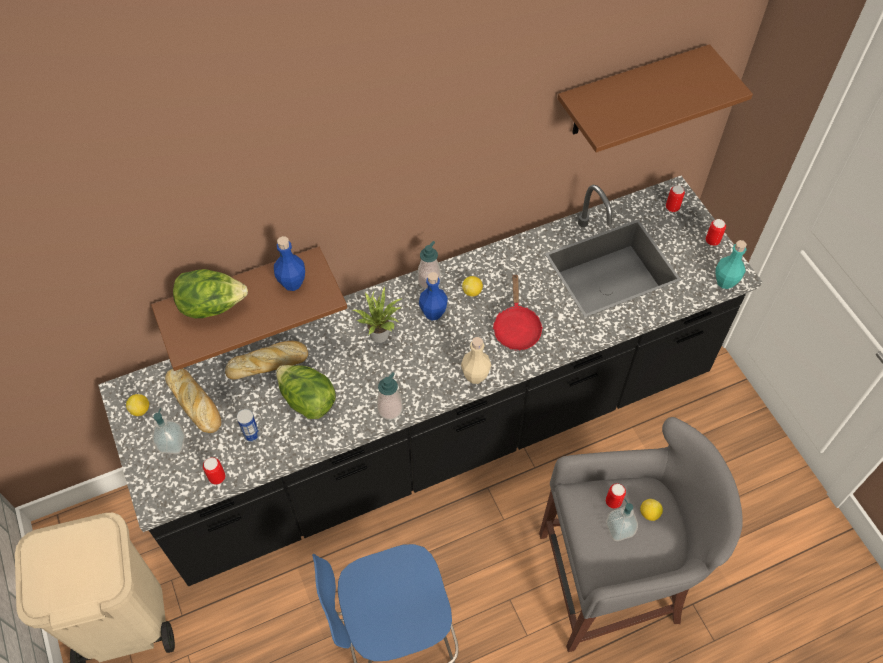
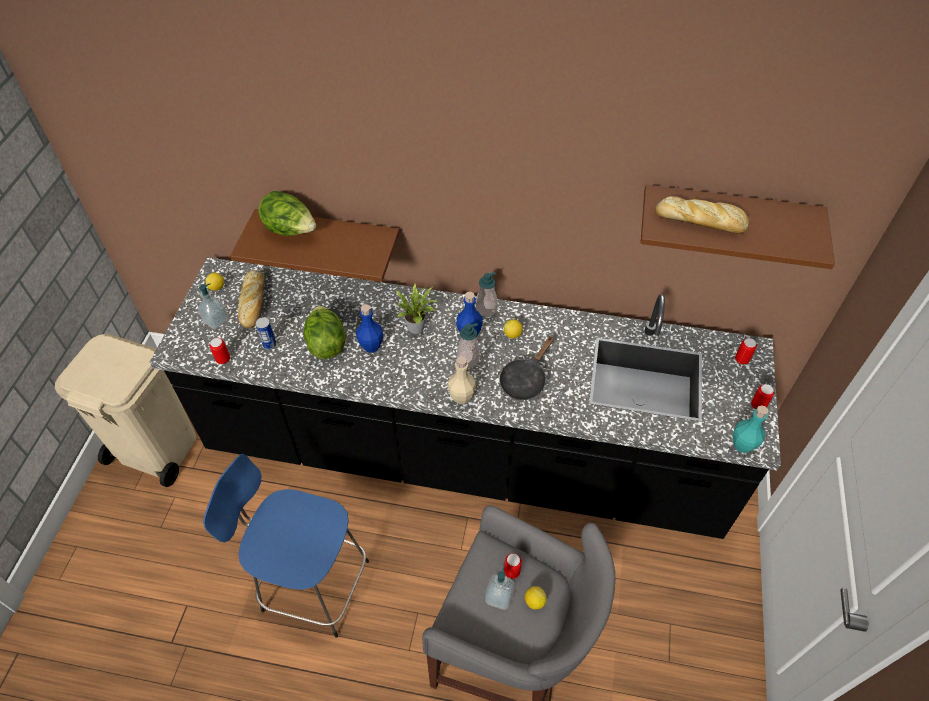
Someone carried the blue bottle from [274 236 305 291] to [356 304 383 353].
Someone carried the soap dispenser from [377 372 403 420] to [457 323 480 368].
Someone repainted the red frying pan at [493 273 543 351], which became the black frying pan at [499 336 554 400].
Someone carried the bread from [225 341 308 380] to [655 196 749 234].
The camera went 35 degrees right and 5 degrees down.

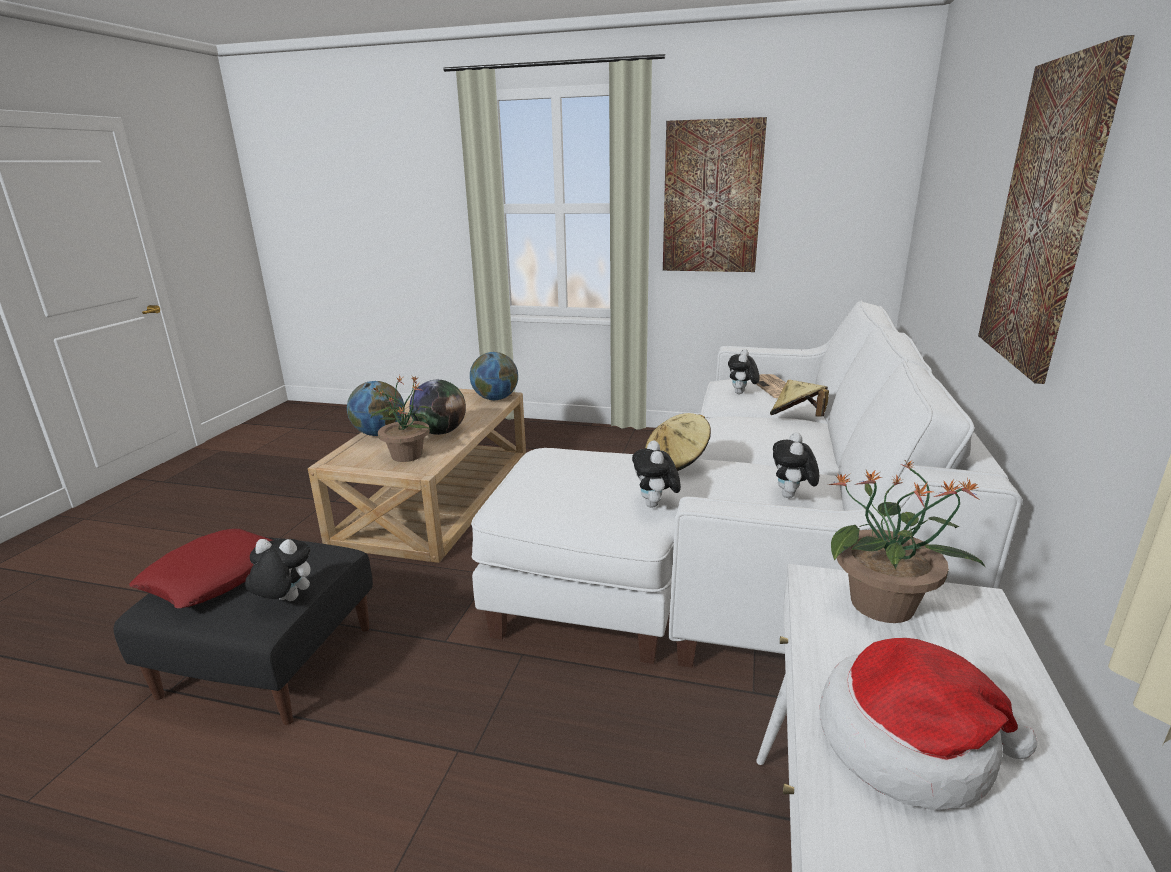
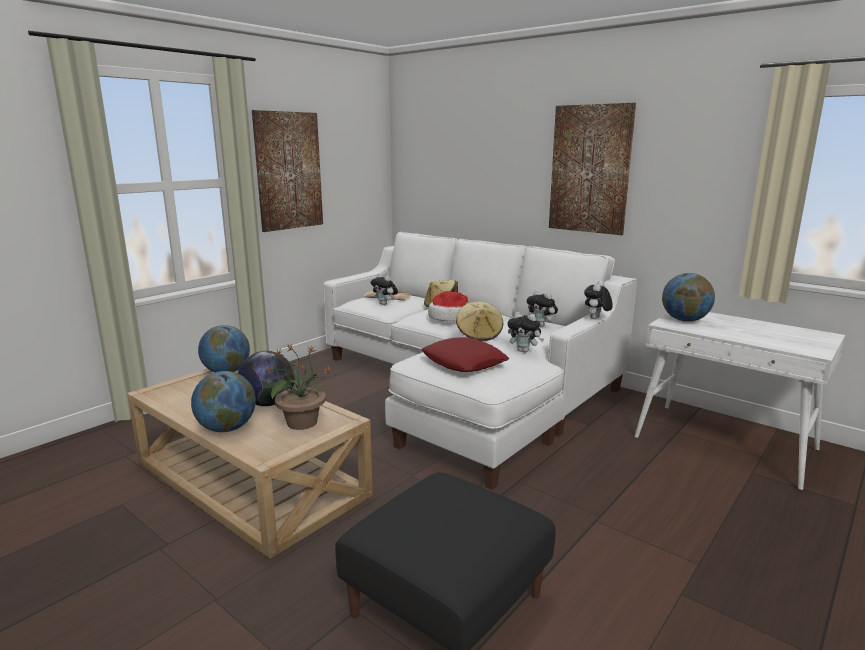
Someone carried the red pillow from [129 529 272 608] to [421 337 509 372].
Someone carried the hat from [820 638 1037 810] to [428 291 468 321].
Someone carried the plush toy from [245 538 311 601] to [584 281 613 319].
Someone swapped the potted plant at [828 460 985 623] for the globe at [662 273 715 322].
The camera went 65 degrees left and 5 degrees down.

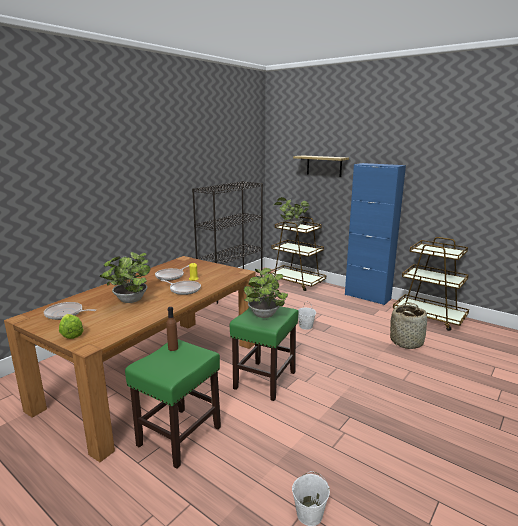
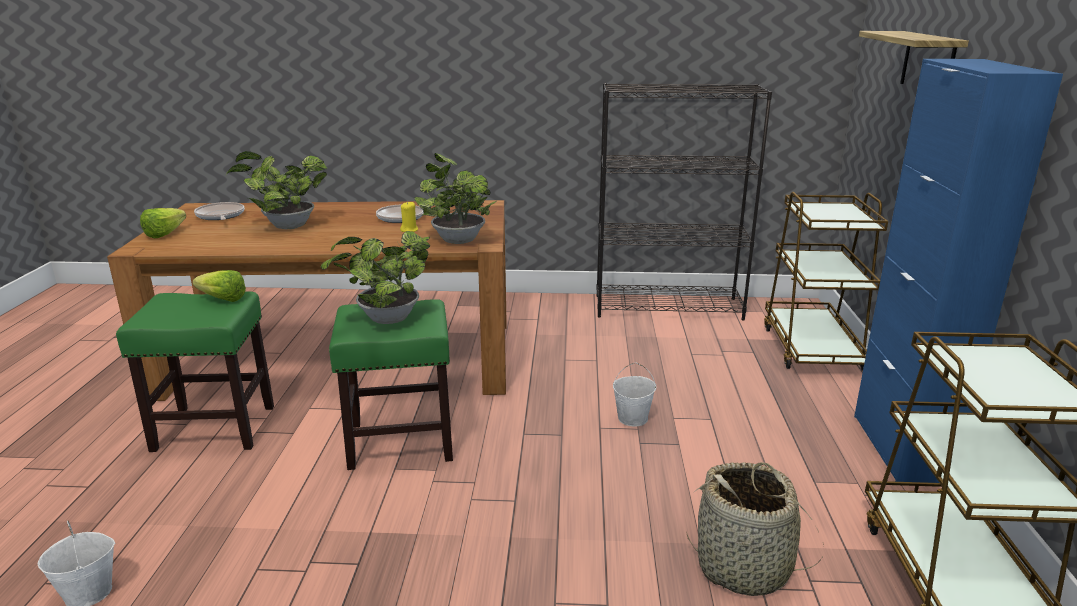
Someone swapped the brown bottle at [166 307 178 351] for the lettuce at [193 270 246 302].
Someone carried the potted plant from [274 197 310 228] to [414 153 497 244].
Someone took away the frying pan at [161 280 201 295].
The camera went 55 degrees right and 5 degrees up.

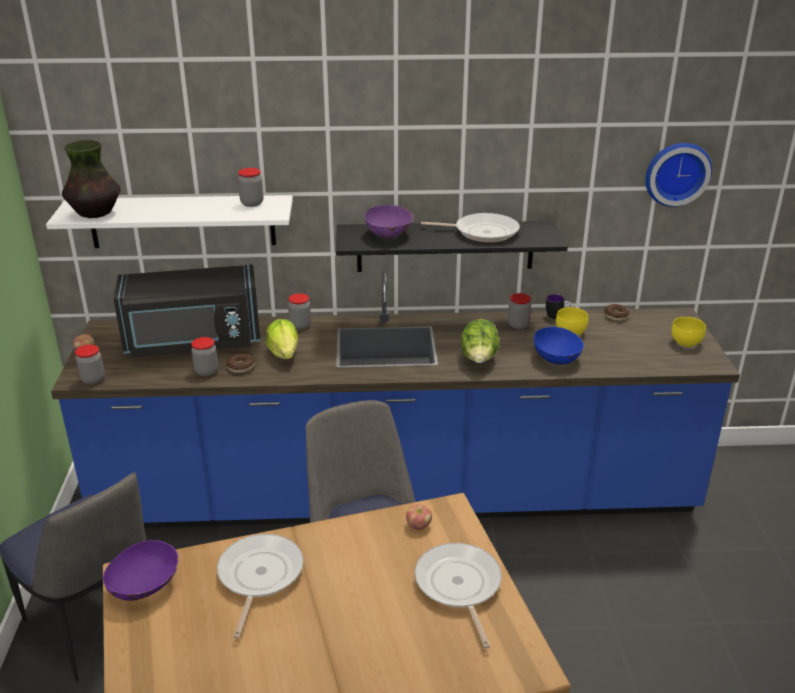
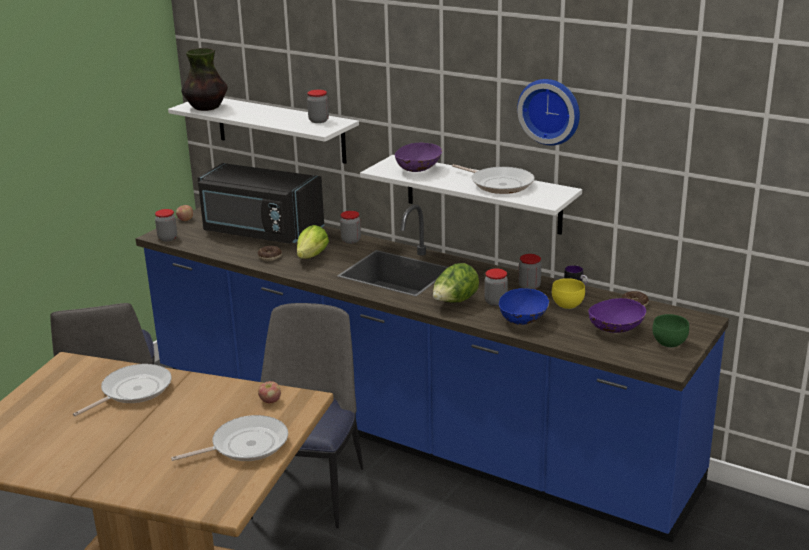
Someone rotated the frying pan at [415 543 502 649] by 45 degrees clockwise.
Someone repainted the black shelf at [336 221 568 272], which became the white shelf at [360 155 582 235].
Someone carried the jar from [191 337 218 376] to [484 268 508 306].
Someone carried the wall clock from [645 143 712 207] to [517 79 580 145].
Someone carried the purple bowl from [103 540 178 601] to [588 298 646 333].
Someone repainted the yellow bowl at [671 317 706 347], which became the green bowl at [652 314 689 348].
The camera went 35 degrees right and 5 degrees down.

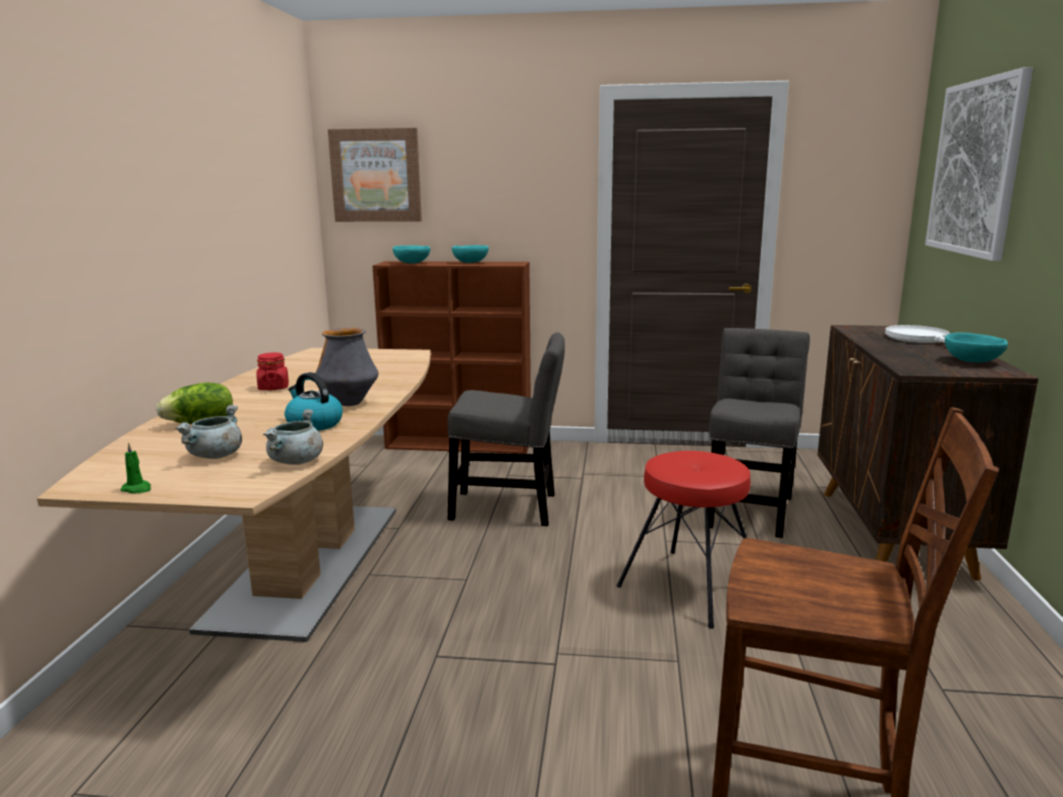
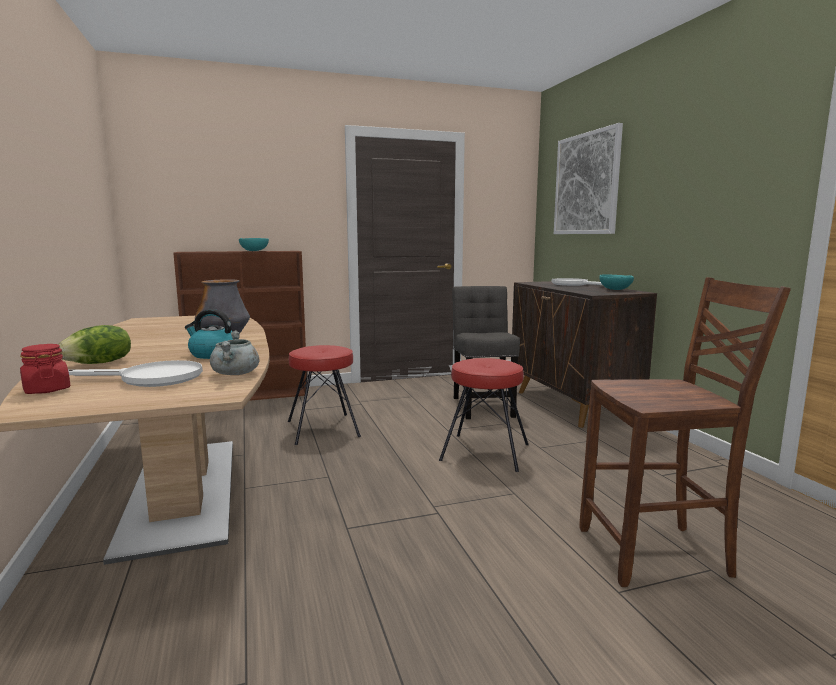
Someone carried the red jar from [257 353 289 390] to [20 344 70 394].
Someone swapped the grey cooking pot at [175 405 242 459] for the white frying pan at [68 360 203 387].
Someone swapped the grey chair at [448 332 565 526] for the red stool at [288 345 361 445].
Someone took away the green candle at [120 442 151 493].
Someone took away the picture at [328 128 422 222].
Someone took away the turquoise bowl at [393 245 430 264].
The camera went 25 degrees left and 5 degrees down.

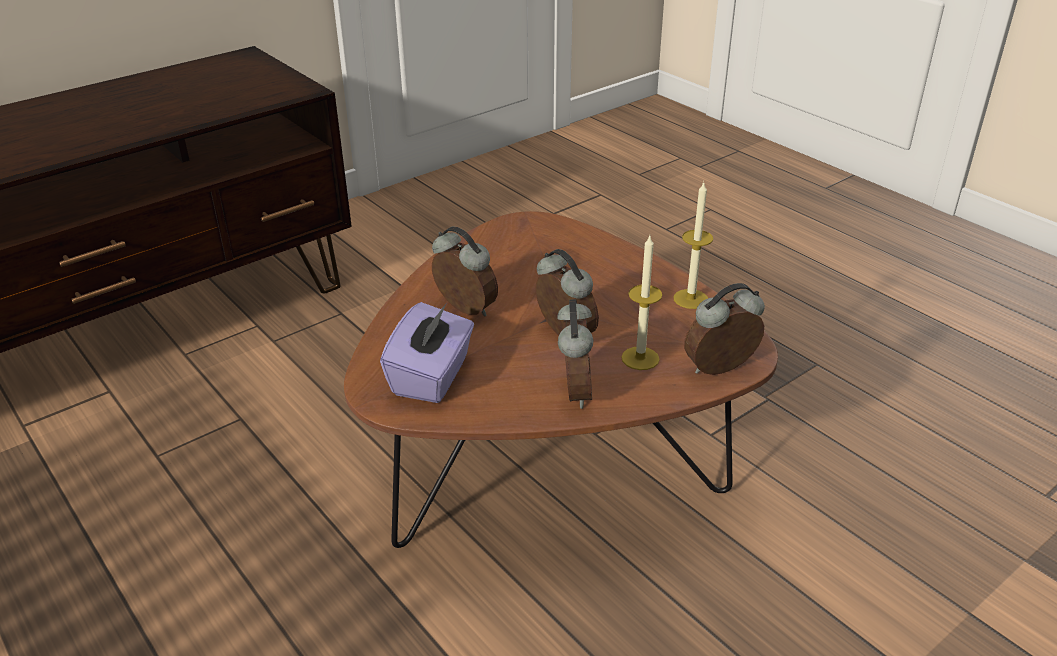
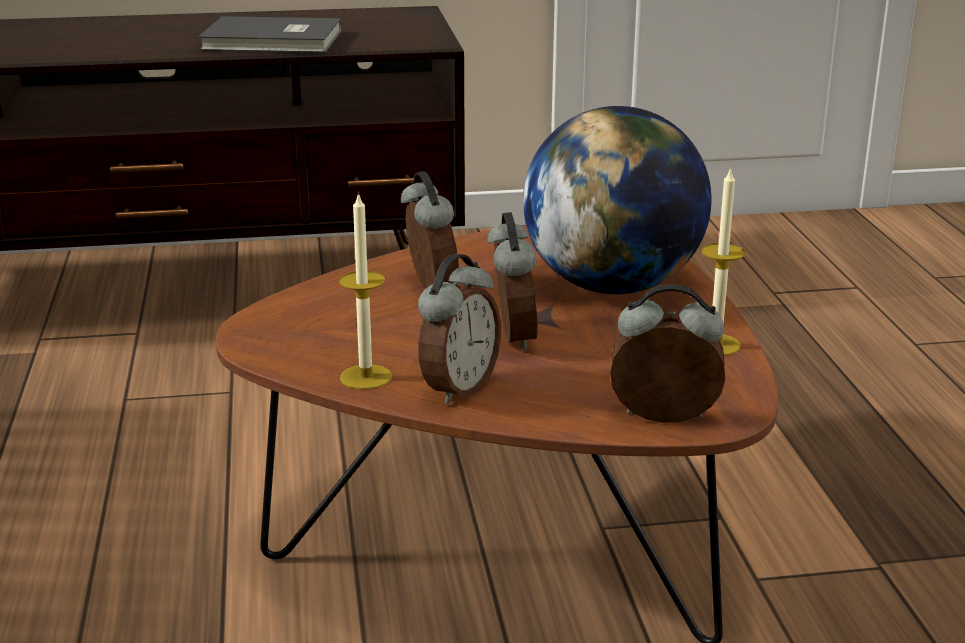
Someone put down the grey book at [199 16 341 53].
Someone carried the candle from [621 236 662 370] to [339 192 392 390].
Someone put down the globe at [523 106 711 294].
Someone took away the purple tissue box at [380 302 474 403].
The camera went 30 degrees right and 10 degrees down.

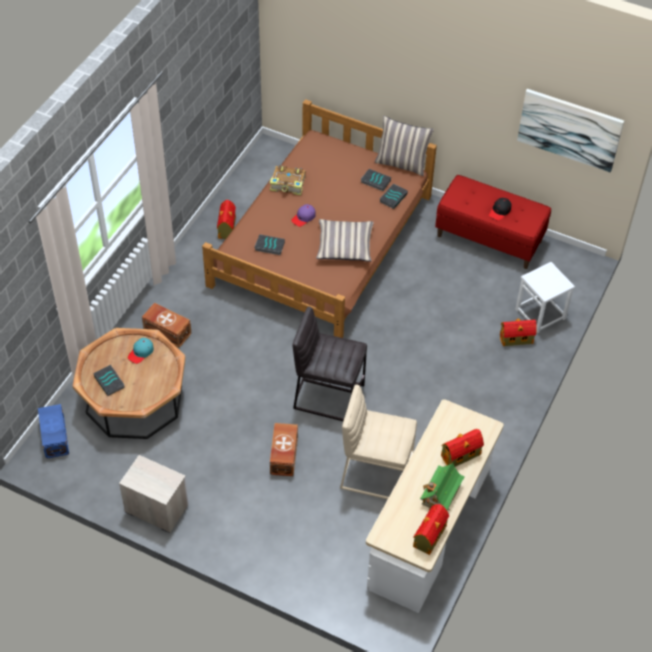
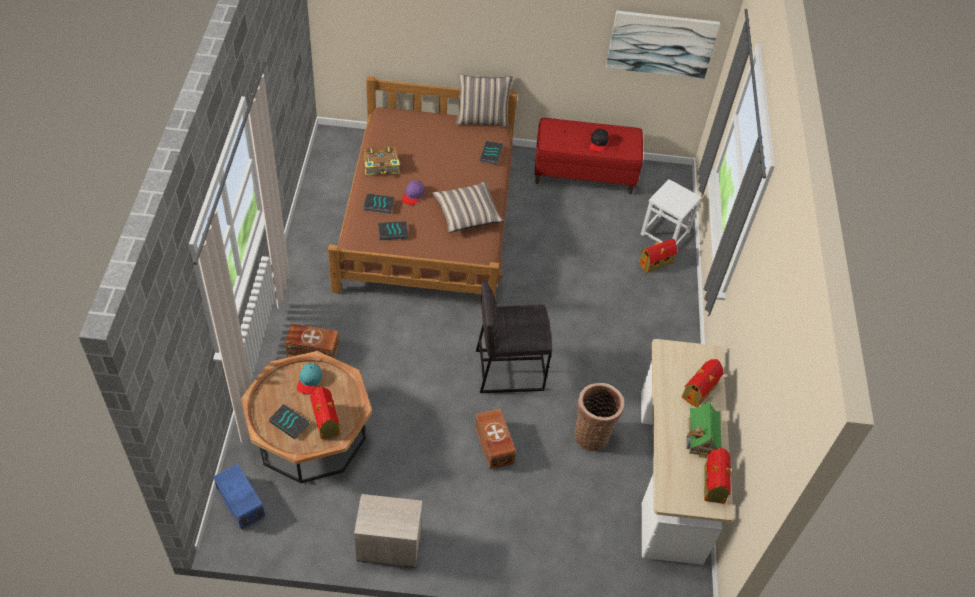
Someone carried the toy house from [217 200 236 239] to [310 387 340 439].
Someone carried the book from [361 169 391 191] to [363 193 394 214].
Someone swapped the beige stool at [340 384 417 499] for the basket at [574 383 624 451].
The camera went 25 degrees left and 0 degrees up.

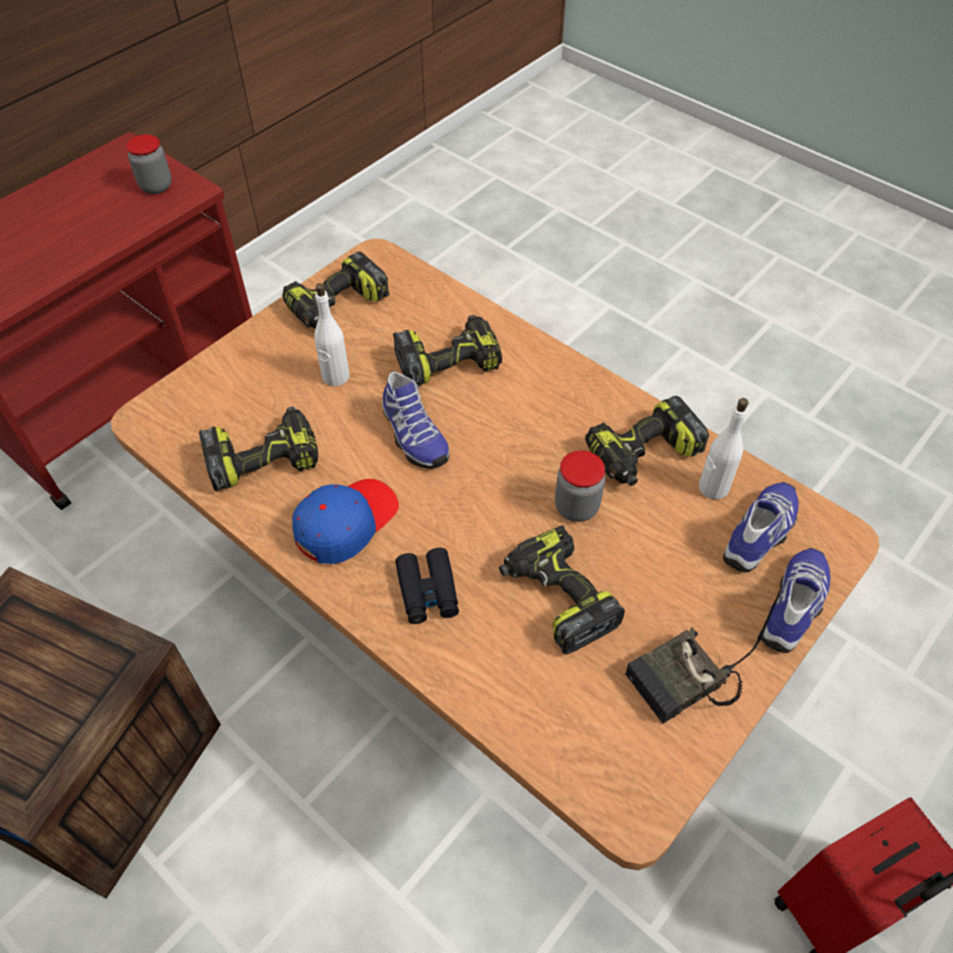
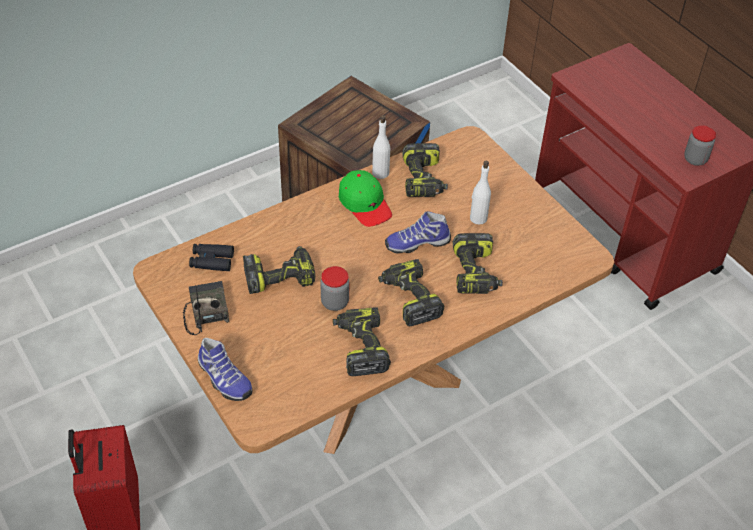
Someone carried the black binoculars from [395 548 459 624] to [189 244 234 271].
Someone repainted the blue cap at [292 479 399 564], which became the green cap at [339 170 392 227].
Someone carried the white bottle from [699 398 749 500] to [372 115 390 179].
Someone carried the power drill from [282 252 390 329] to [378 259 444 326].
Someone took away the shoe at [723 482 799 573].
The camera went 105 degrees right and 5 degrees down.

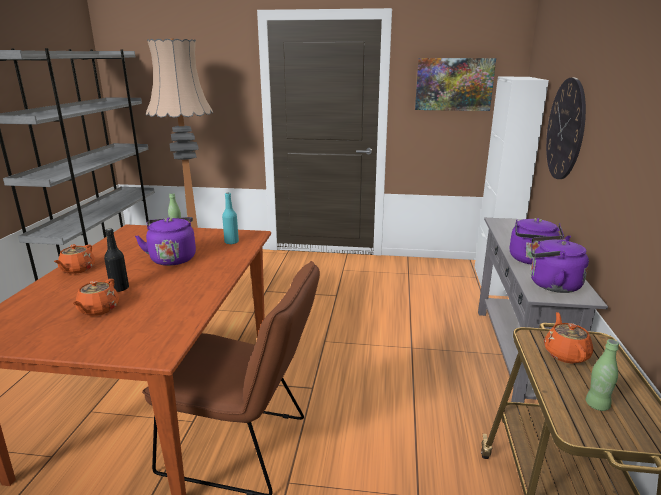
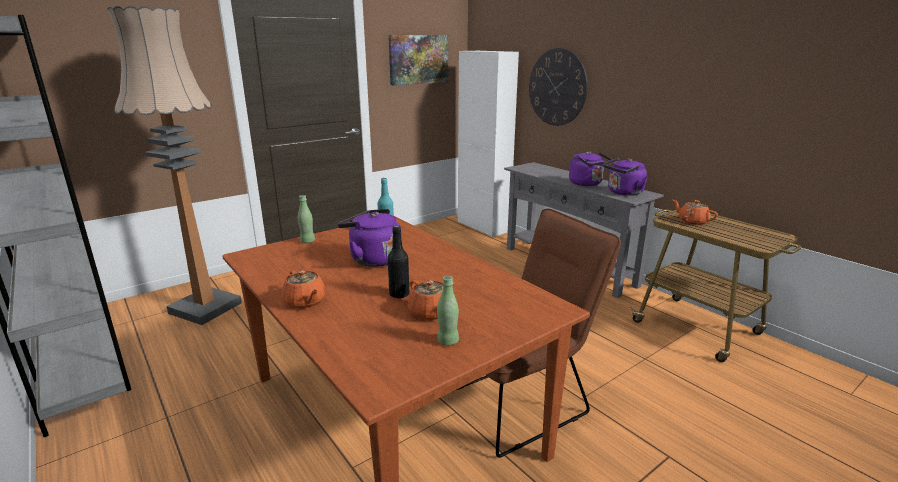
Someone carried the green bottle from [586 339 619 411] to [437 276 459 346].
The camera went 45 degrees left and 0 degrees up.

